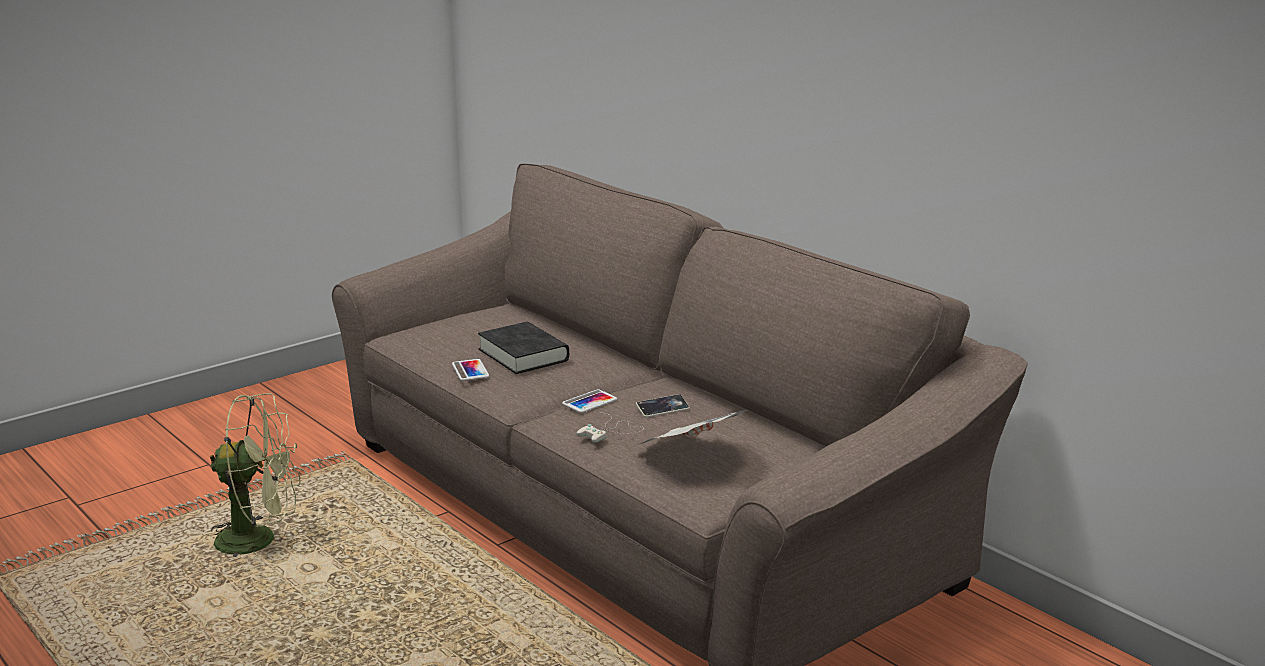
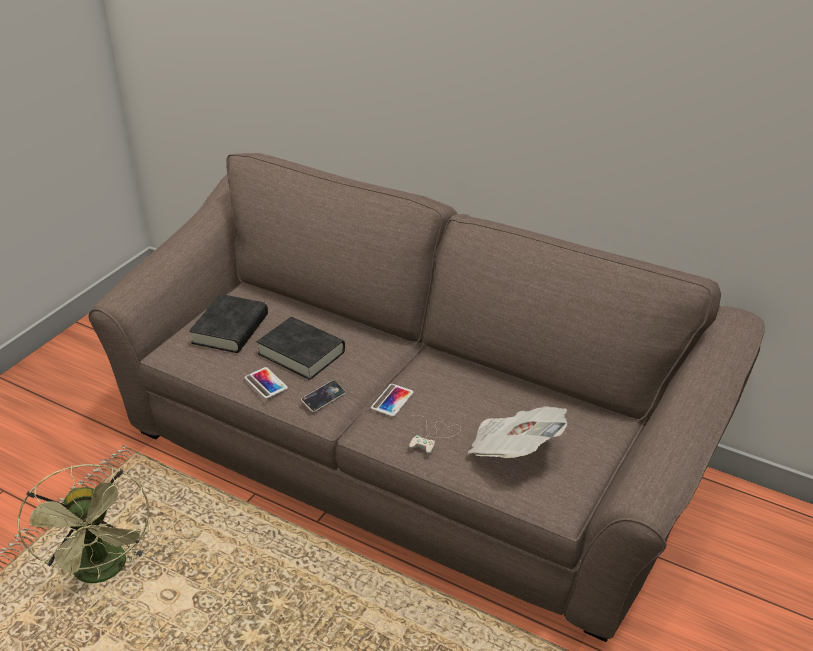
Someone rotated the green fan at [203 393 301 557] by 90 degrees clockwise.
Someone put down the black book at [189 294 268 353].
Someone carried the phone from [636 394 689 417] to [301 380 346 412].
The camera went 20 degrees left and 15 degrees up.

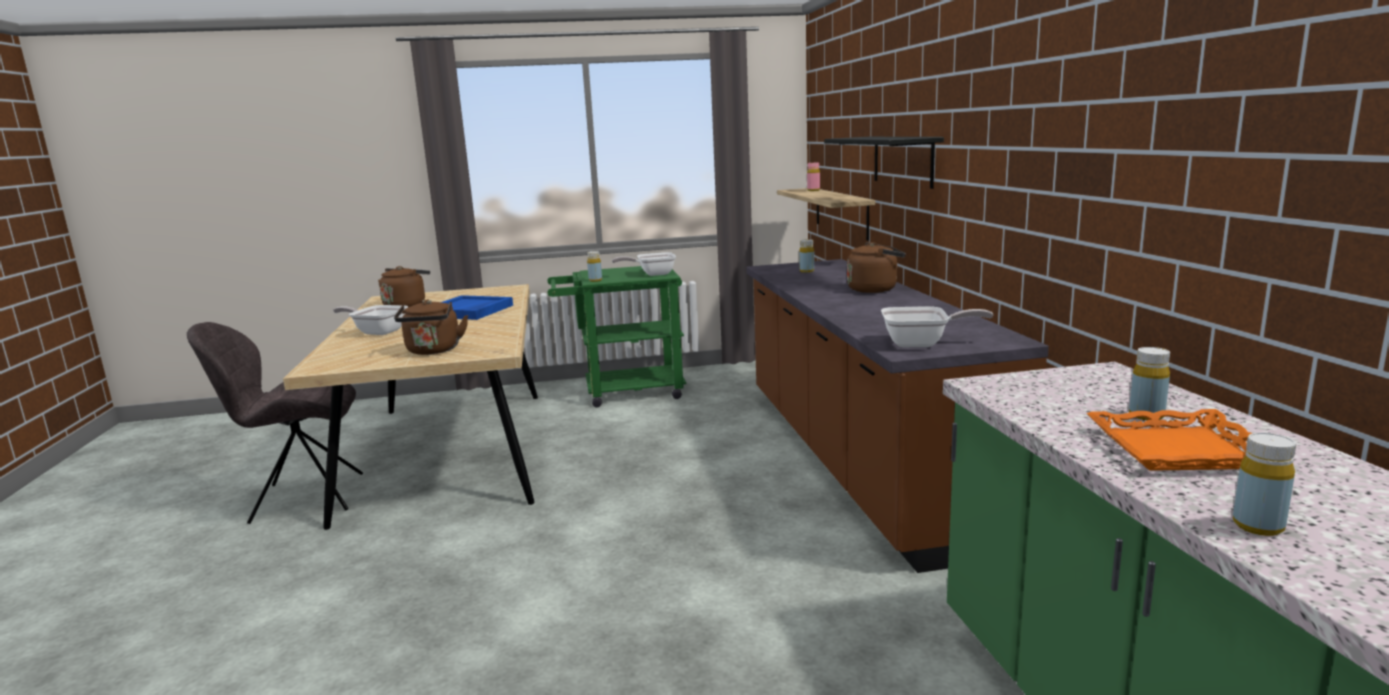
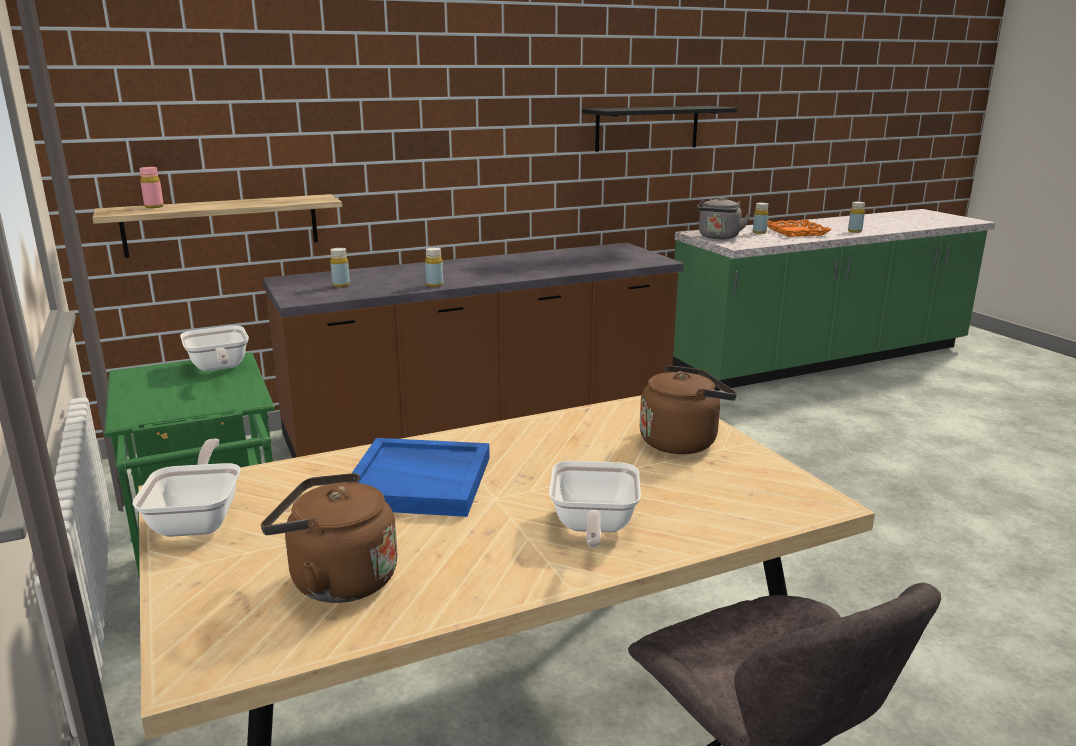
Someone carried the frying pan from [881 306 993 347] to [132 439 240 537].
Someone carried the yellow bottle from [587 251 602 282] to [425 247 443 287].
Someone carried the black shelf from [824 137 944 189] to [582 106 737 152].
Someone put down the grey kettle at [697 197 751 239].
Someone took away the brown kettle at [847 242 906 293].
The camera went 105 degrees left and 5 degrees up.

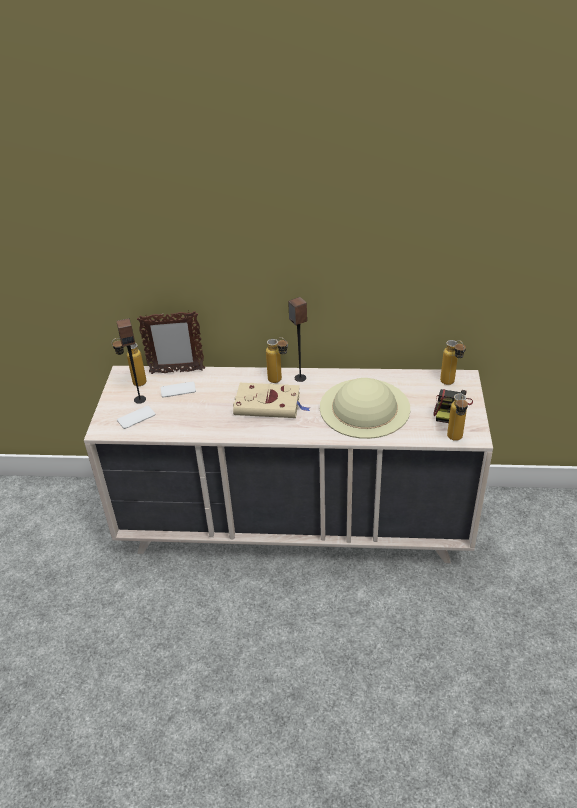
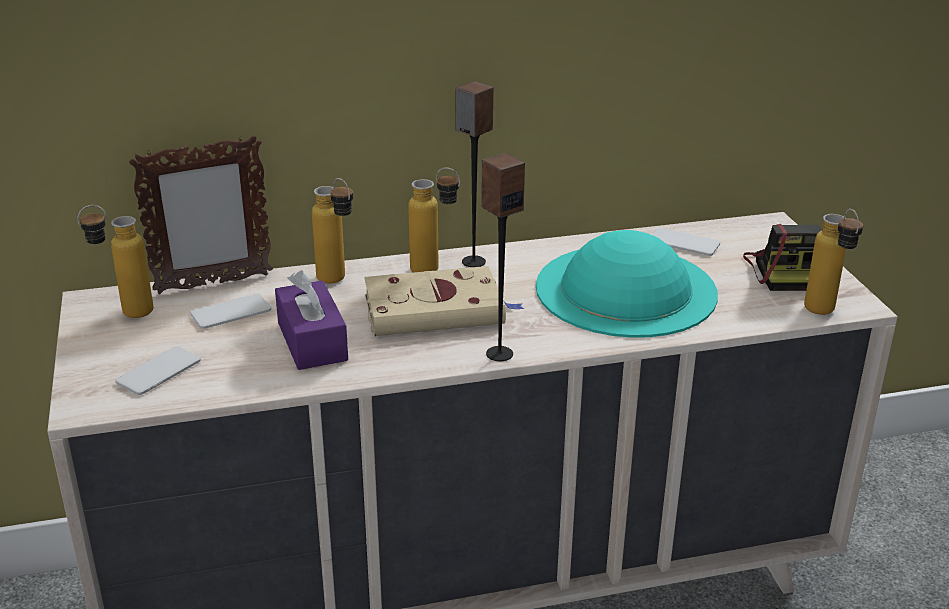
Someone put down the purple tissue box at [275 270 348 370].
Someone carried the bottle from [440 340 466 385] to [312 178 353 283].
Someone carried the speaker from [116 318 146 404] to [481 153 525 361].
Someone repainted the beige hat at [320 378 410 439], which became the turquoise hat at [536 230 718 338].
Someone put down the phone at [652 228 720 256].
The camera went 20 degrees left and 10 degrees down.

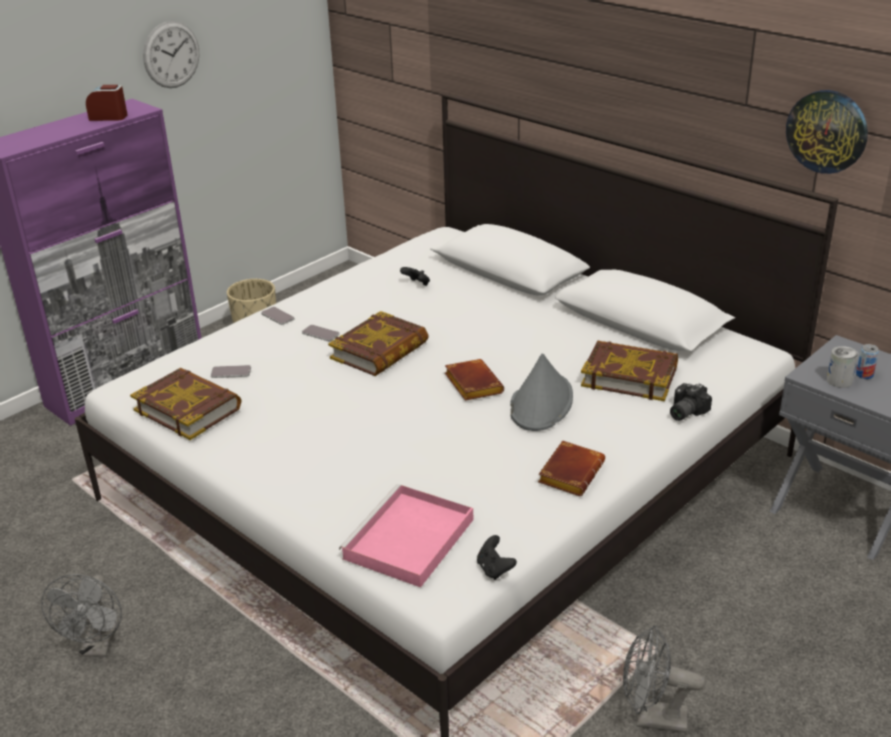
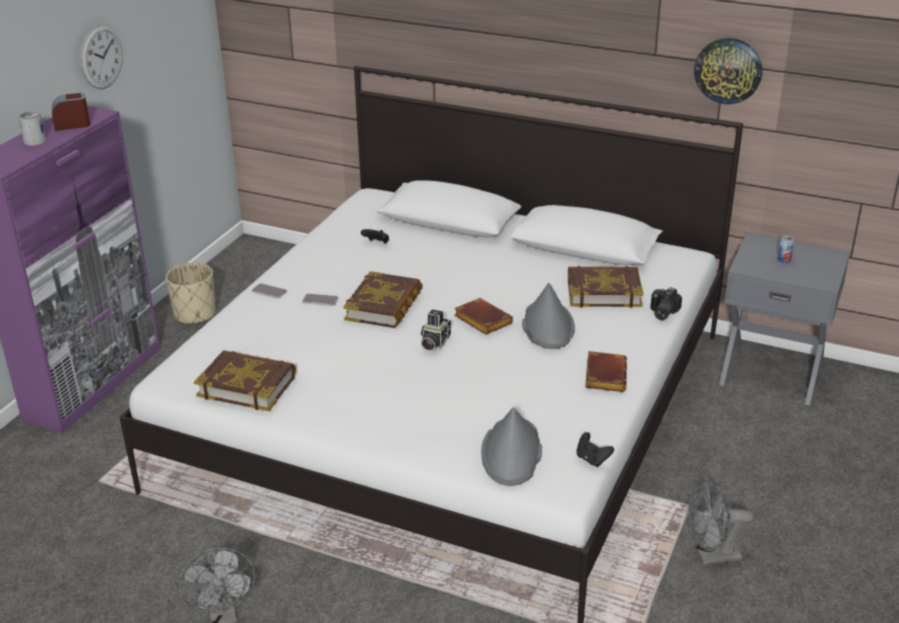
Someone carried the can from [827 346 858 388] to [18 111 46 146].
Someone put down the photo camera at [421 309 451 351].
Someone swapped the pink tray at [339 484 473 587] for the grey hat at [481 407 542 486].
Someone took away the phone at [211 365 251 378].
The camera went 20 degrees left and 0 degrees up.

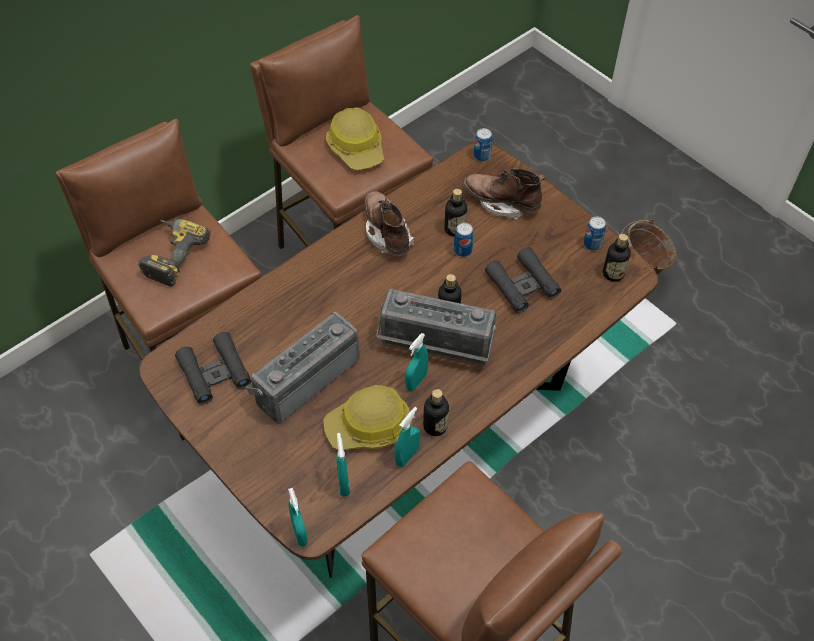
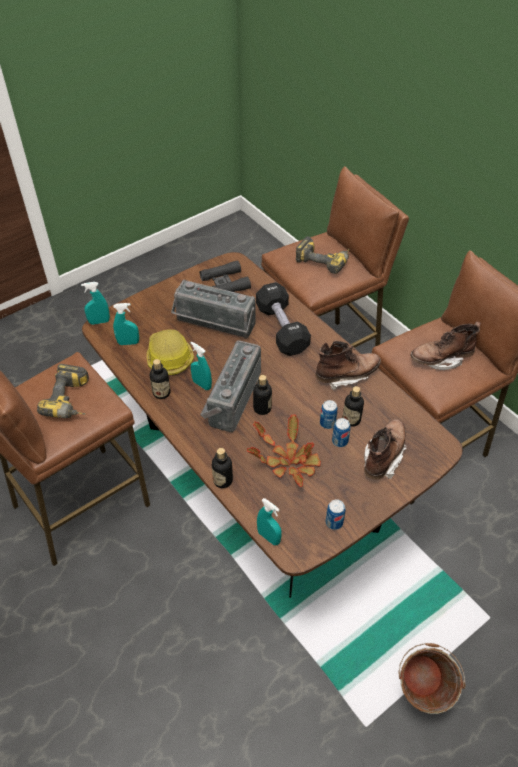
Someone put down the power drill at [37 364 89 418].
Someone rotated the radio at [245 312 360 424] by 150 degrees clockwise.
Someone carried the bottle from [603 234 631 282] to [212 448 233 488].
Someone swapped the black binoculars at [485 247 561 313] for the potted plant at [247 415 321 487].
Someone put down the black dumbbell at [256 282 311 356].
Someone carried the turquoise spray bottle from [395 407 420 467] to [257 498 282 545].
Someone carried the can from [473 128 493 162] to [332 418 350 447].
Someone swapped the hard hat at [326 107 384 170] for the brown boot at [410 321 481 370].
The camera went 95 degrees right and 5 degrees down.

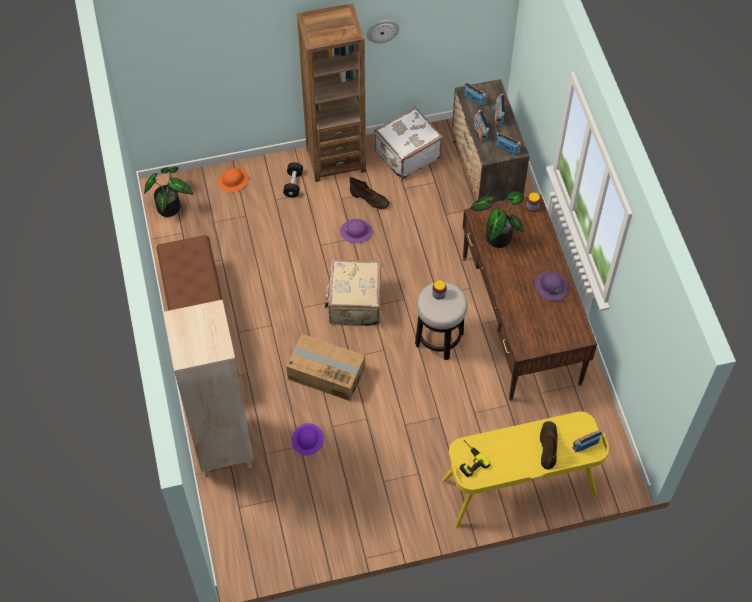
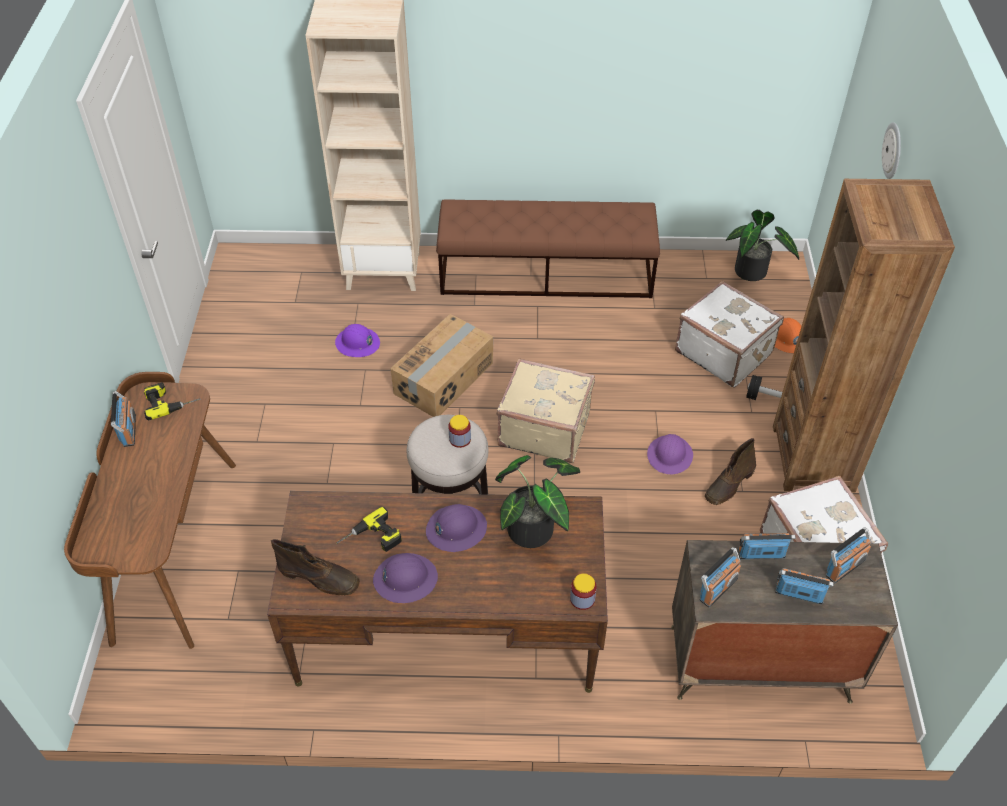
Someone repainted the yellow desk at [442 412 609 528], which became the brown desk at [64 372 236 649].
Someone carried the radio from [572 430 604 453] to [111 391 136 447].
Someone carried the brown boot from [540 421 558 469] to [271 539 360 596].
Someone put down the power drill at [336 507 402 552].
Someone put down the purple hard hat at [426 504 487 552].
Someone put down the white suitcase at [675 281 784 388].
Someone carried the wall clock from [367 20 399 43] to [882 122 901 179].
The camera went 105 degrees right and 10 degrees down.

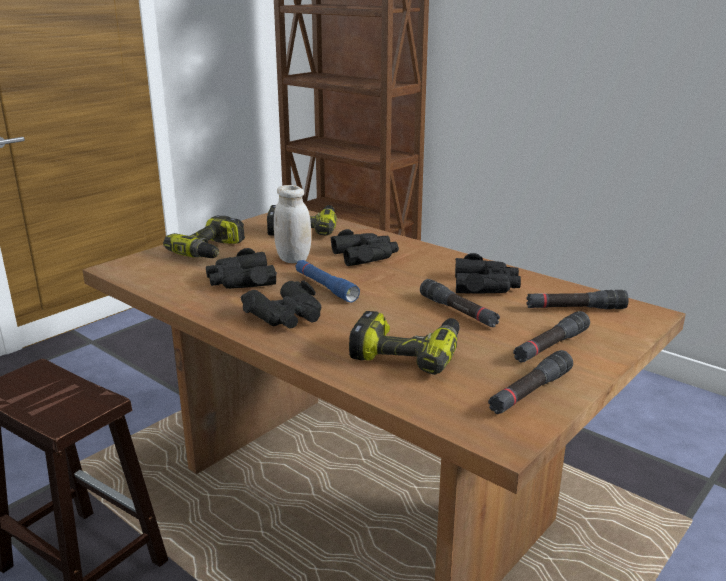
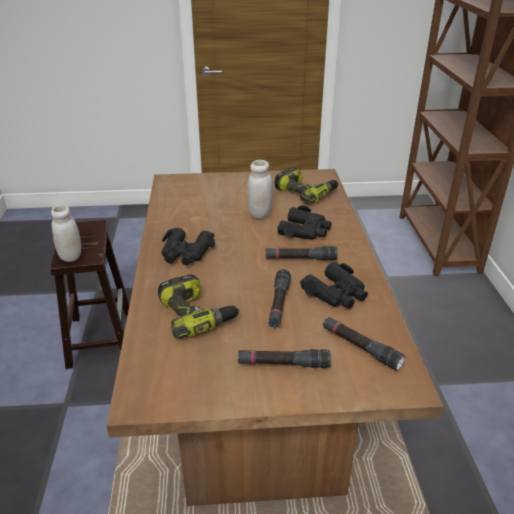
Someone put down the white jar at [51 205 81 262].
Someone carried the black flashlight from [488 350 573 414] to [266 246 337 260].
Someone took away the power drill at [163 215 245 258].
Someone took away the black binoculars at [206 248 277 289].
Someone took away the blue flashlight at [295 260 360 302].
The camera went 45 degrees right and 10 degrees up.

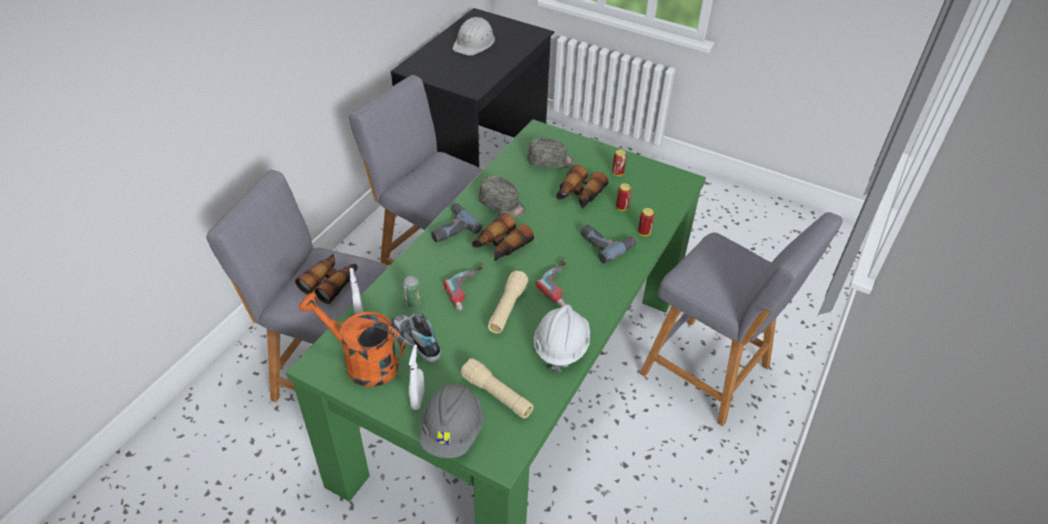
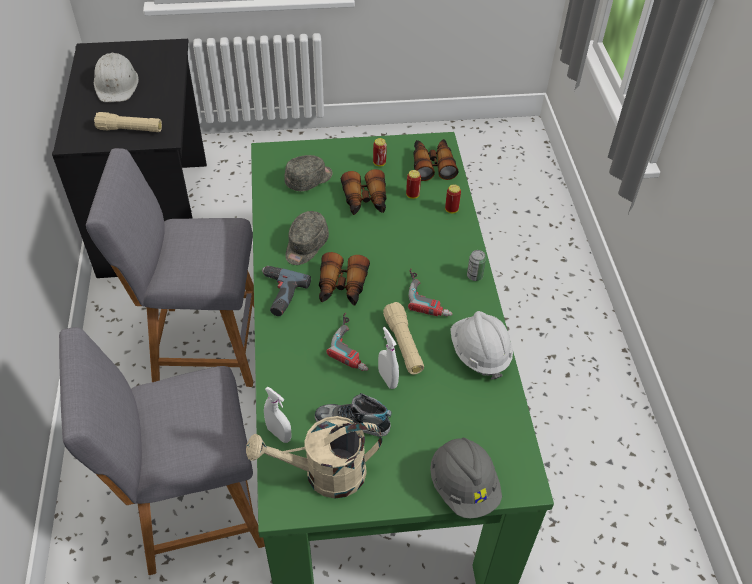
Someone carried the beige flashlight from [460 358 534 419] to [94 112 162 132].
Someone repainted the orange watering can at [299 292 405 387], which became the beige watering can at [246 416 382 499].
Someone rotated the grey cap at [479 176 526 218] by 120 degrees clockwise.
Someone carried the white spray bottle from [409 345 425 410] to [378 327 399 389].
Someone carried the binoculars from [295 253 358 304] to [413 139 458 181].
Someone carried the can from [403 276 421 307] to [467 250 486 281].
Someone took away the power drill at [581 225 637 264].
Someone took away the grey stool at [640 212 843 426].
The camera went 35 degrees left and 5 degrees up.

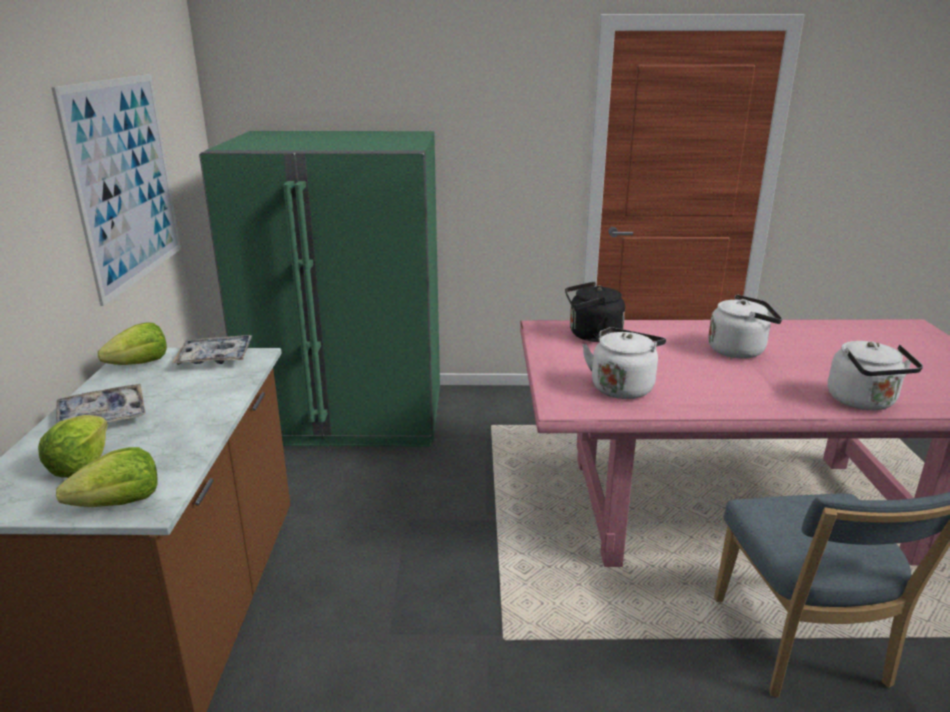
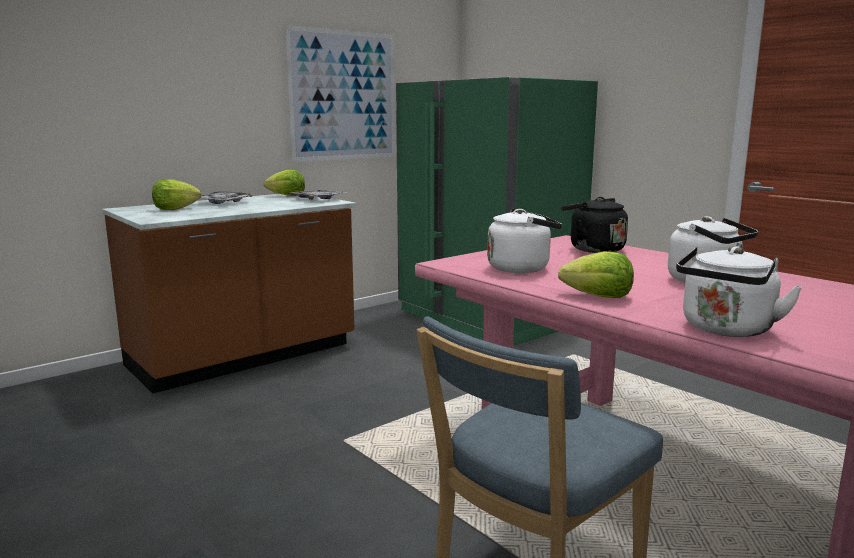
Someone carried the lettuce from [56 447 158 507] to [558 251 634 298].
The camera went 50 degrees right and 10 degrees down.

